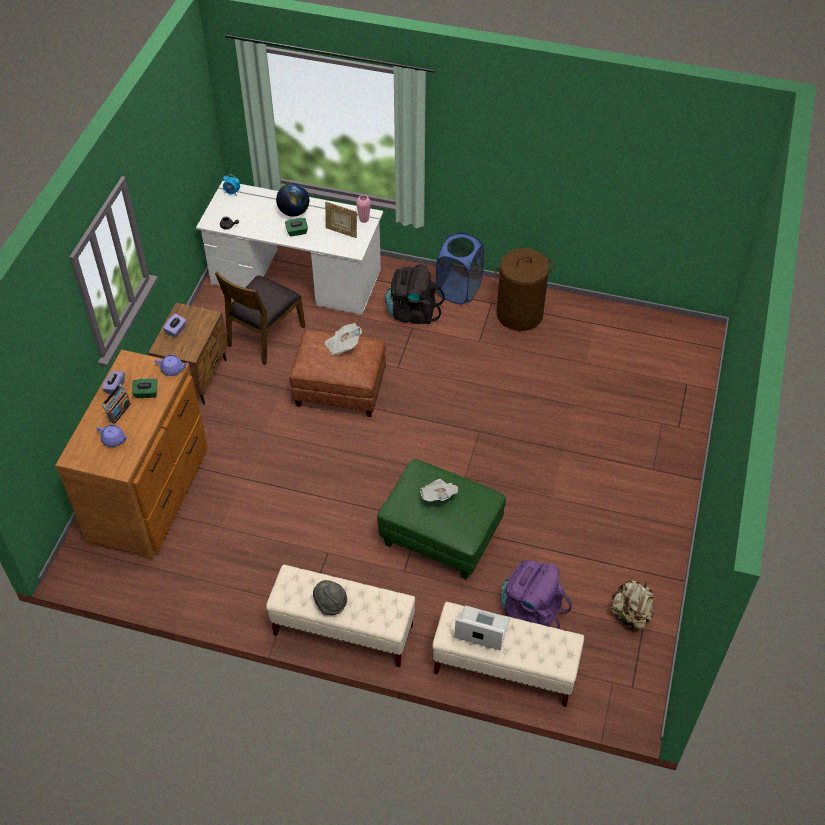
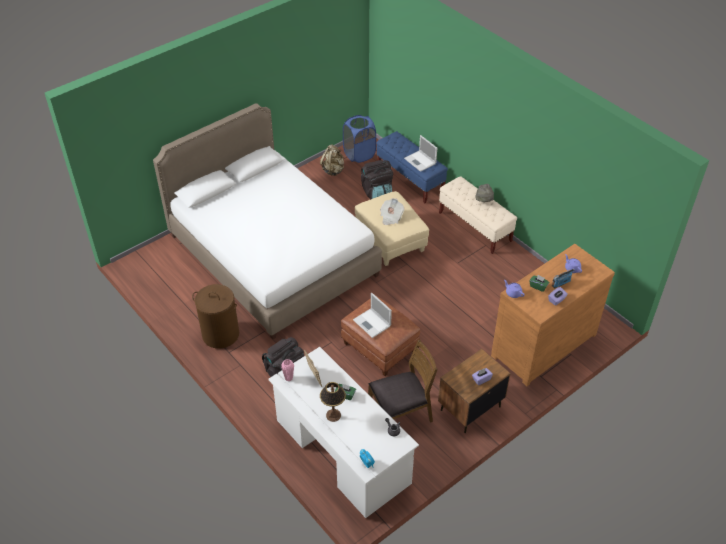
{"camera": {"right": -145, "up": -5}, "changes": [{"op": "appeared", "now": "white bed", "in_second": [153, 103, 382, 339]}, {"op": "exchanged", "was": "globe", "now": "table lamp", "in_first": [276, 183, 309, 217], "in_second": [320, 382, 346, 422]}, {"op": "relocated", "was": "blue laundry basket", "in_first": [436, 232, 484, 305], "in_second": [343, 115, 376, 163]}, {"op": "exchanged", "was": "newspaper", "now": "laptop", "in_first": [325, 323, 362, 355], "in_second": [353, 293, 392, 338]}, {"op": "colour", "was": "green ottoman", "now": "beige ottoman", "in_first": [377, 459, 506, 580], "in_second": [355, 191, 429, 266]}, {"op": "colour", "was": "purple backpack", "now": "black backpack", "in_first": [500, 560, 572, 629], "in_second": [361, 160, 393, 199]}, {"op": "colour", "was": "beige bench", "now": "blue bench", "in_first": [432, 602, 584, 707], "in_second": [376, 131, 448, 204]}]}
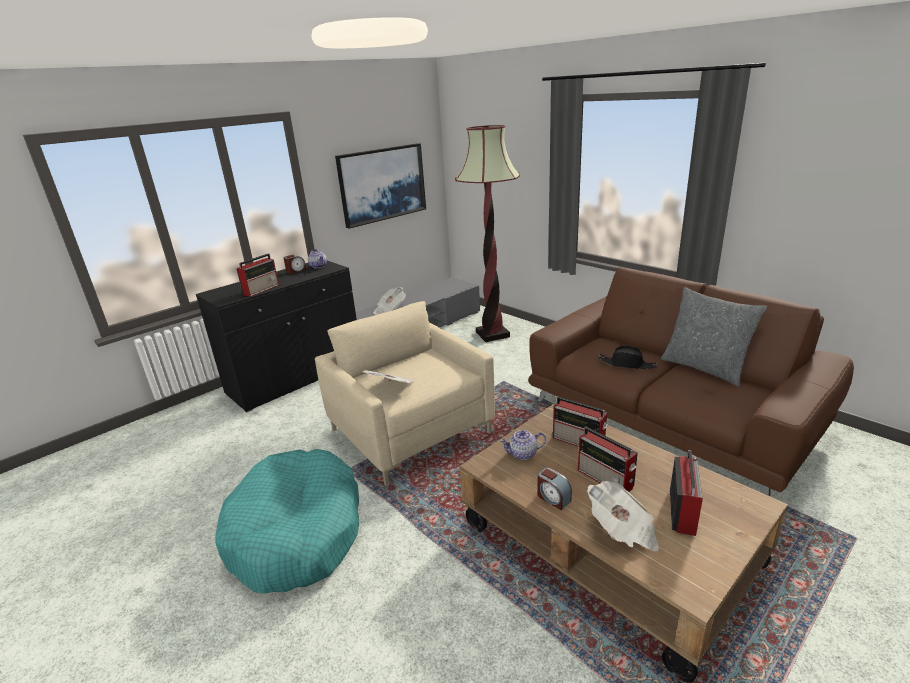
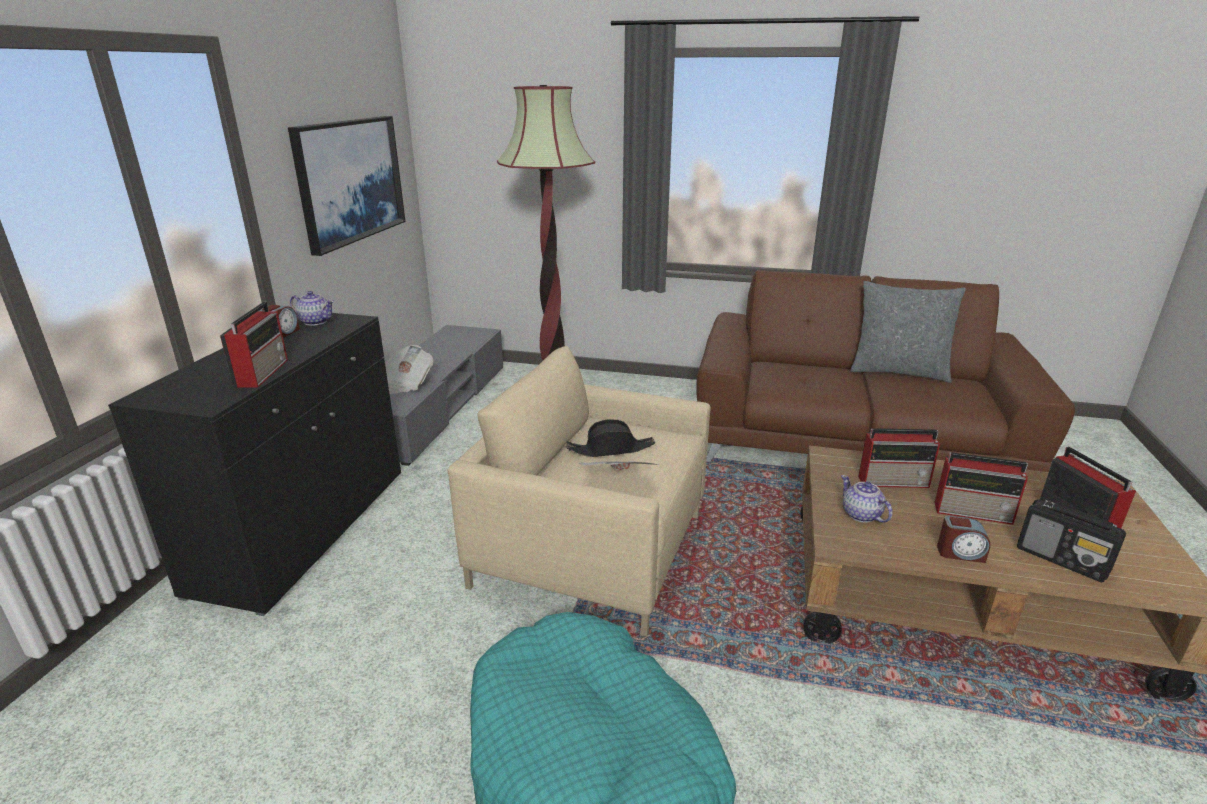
{"camera": {"right": -35, "up": 0}, "changes": [{"op": "relocated", "was": "black hat", "in_first": [598, 346, 658, 369], "in_second": [566, 419, 655, 457]}, {"op": "spun", "was": "teapot", "in_first": [499, 430, 546, 460], "in_second": [841, 475, 893, 523], "clockwise": 105}, {"op": "exchanged", "was": "newspaper", "now": "radio", "in_first": [587, 481, 659, 552], "in_second": [1017, 499, 1126, 582]}]}
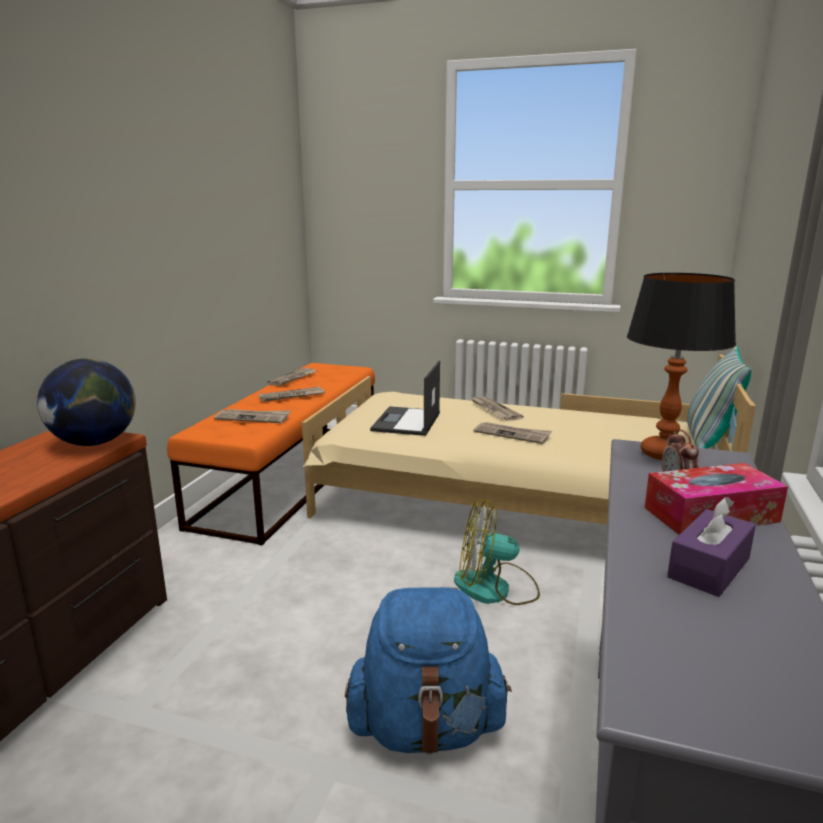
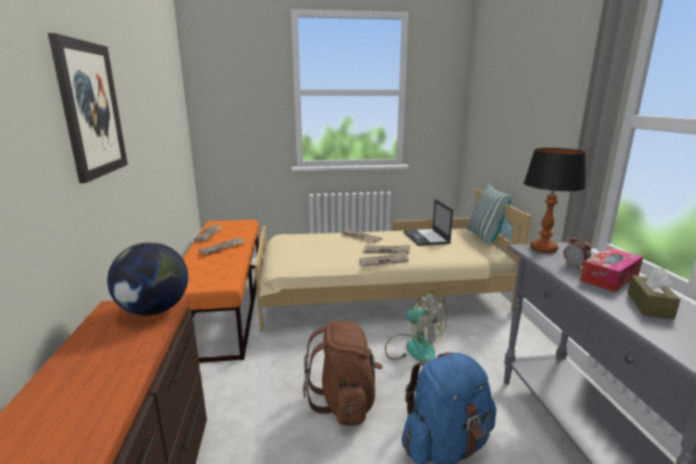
{"camera": {"right": -25, "up": 0}, "changes": [{"op": "appeared", "now": "picture", "in_second": [48, 33, 128, 183]}, {"op": "appeared", "now": "brown backpack", "in_second": [303, 320, 383, 426]}, {"op": "relocated", "was": "newspaper", "in_first": [214, 409, 291, 423], "in_second": [359, 252, 409, 266]}, {"op": "spun", "was": "fan", "in_first": [454, 499, 540, 605], "in_second": [385, 291, 447, 362], "clockwise": -120}, {"op": "relocated", "was": "laptop", "in_first": [370, 361, 440, 436], "in_second": [404, 199, 453, 246]}, {"op": "colour", "was": "purple tissue box", "now": "brown tissue box", "in_first": [667, 497, 756, 597], "in_second": [628, 267, 680, 319]}]}
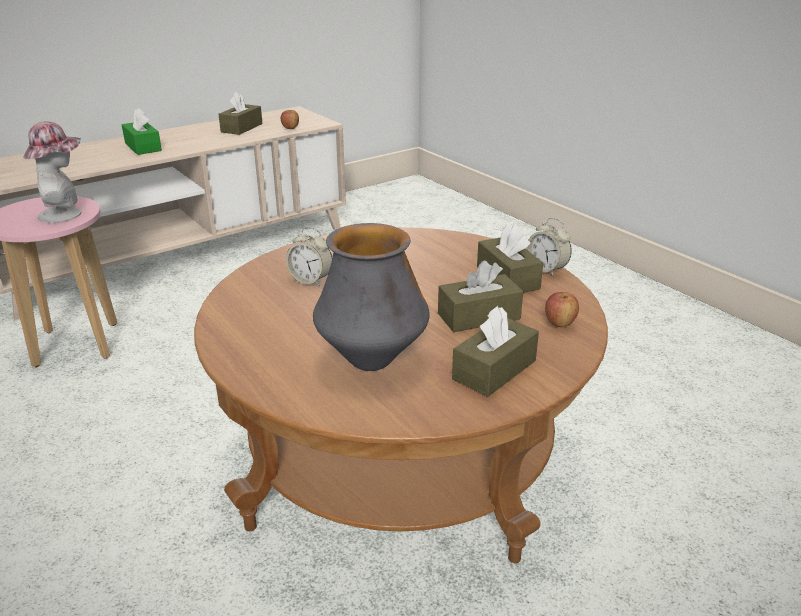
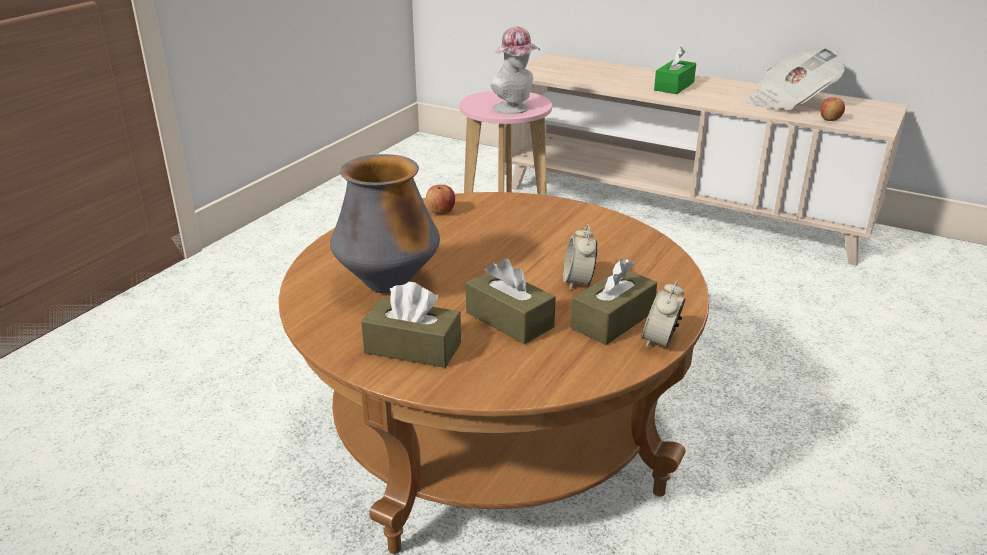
{"camera": {"right": 65, "up": 0}, "changes": [{"op": "relocated", "was": "apple", "in_first": [545, 292, 579, 327], "in_second": [426, 185, 455, 214]}, {"op": "relocated", "was": "alarm clock", "in_first": [286, 227, 332, 286], "in_second": [563, 224, 597, 290]}, {"op": "exchanged", "was": "brown tissue box", "now": "newspaper", "in_first": [218, 91, 263, 135], "in_second": [746, 48, 845, 110]}]}
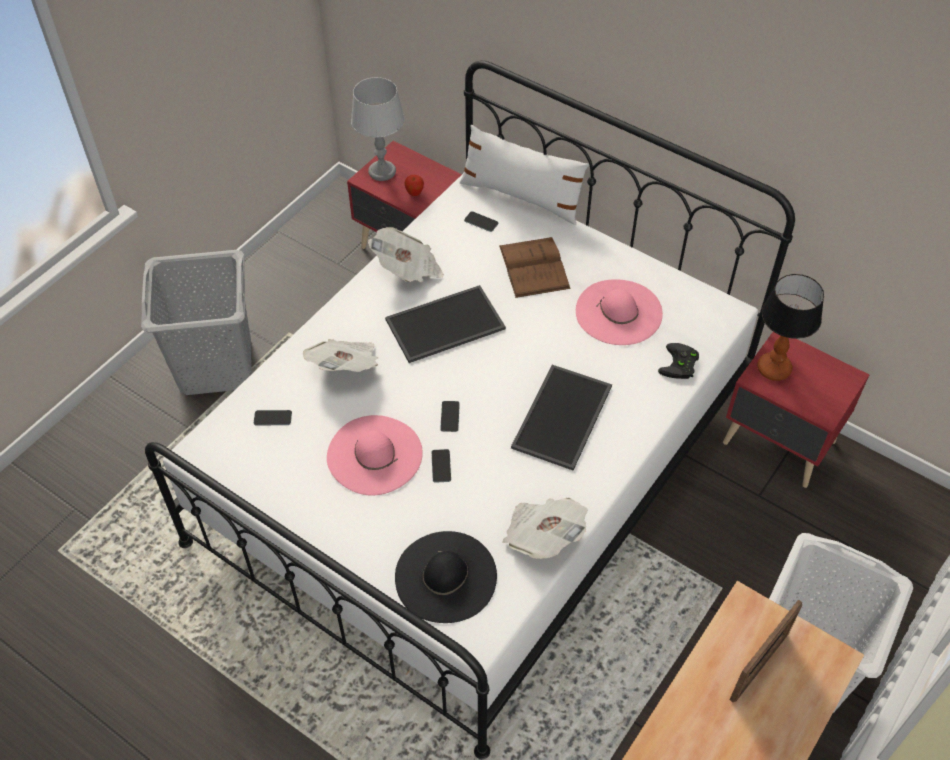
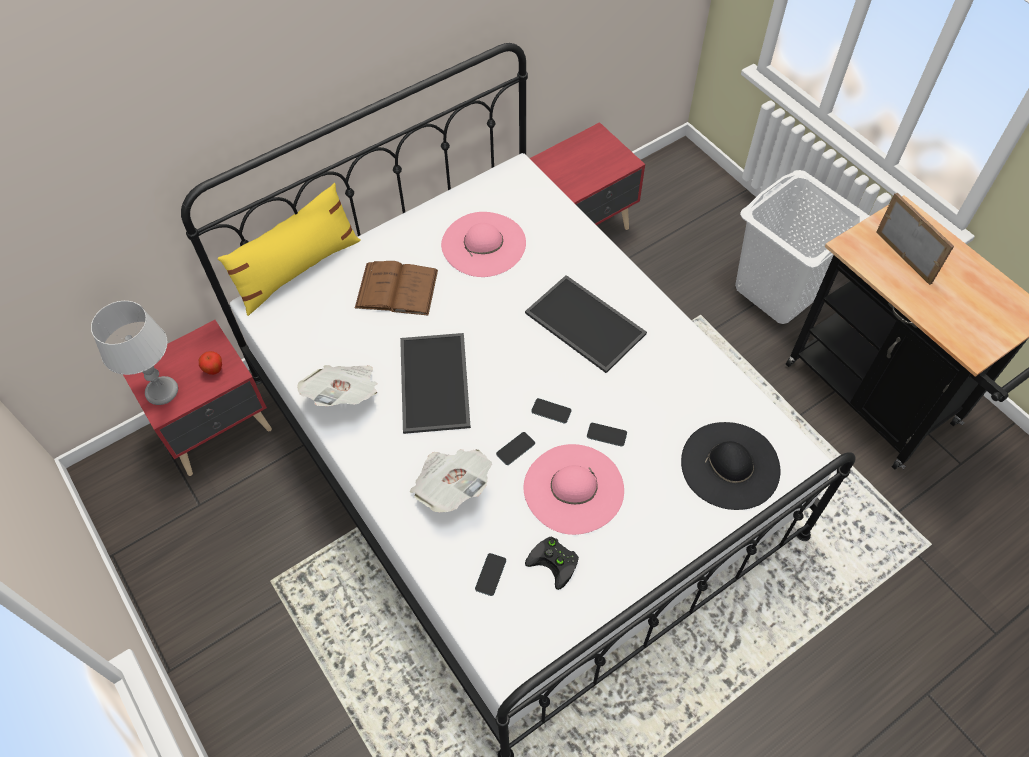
{"camera": {"right": -70, "up": 5}, "changes": [{"op": "colour", "was": "white pillow", "now": "yellow pillow", "in_first": [459, 125, 589, 225], "in_second": [218, 183, 361, 316]}, {"op": "relocated", "was": "phone", "in_first": [464, 211, 498, 232], "in_second": [496, 432, 535, 465]}, {"op": "relocated", "was": "black game controller", "in_first": [658, 343, 699, 379], "in_second": [525, 537, 579, 590]}, {"op": "missing", "was": "grey laundry basket", "in_first": [141, 250, 252, 395]}, {"op": "missing", "was": "newspaper", "in_first": [503, 498, 588, 559]}, {"op": "missing", "was": "table lamp", "in_first": [757, 274, 824, 381]}]}
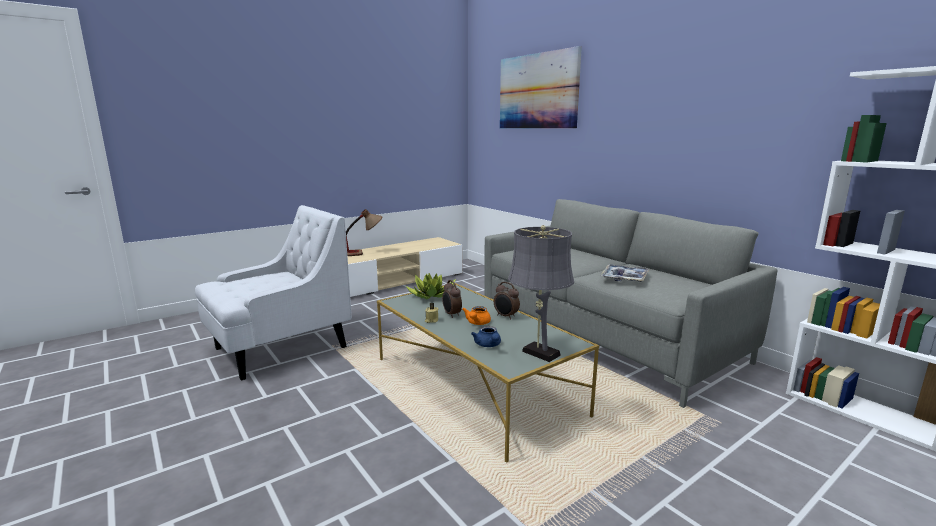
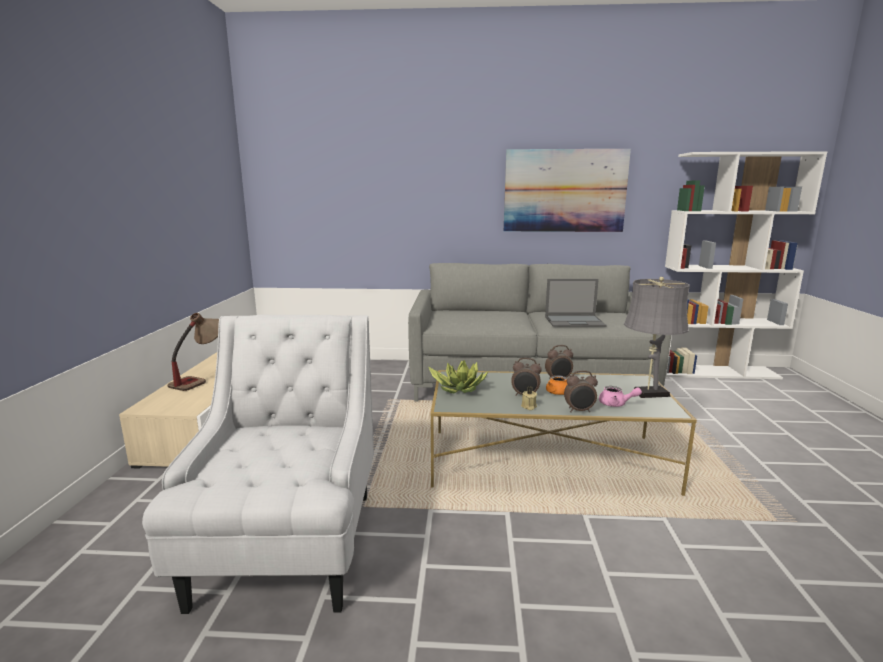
{"camera": {"right": -50, "up": 0}, "changes": [{"op": "relocated", "was": "picture", "in_first": [500, 46, 582, 129], "in_second": [504, 149, 631, 232]}, {"op": "exchanged", "was": "tray", "now": "laptop", "in_first": [601, 264, 650, 282], "in_second": [545, 279, 607, 327]}, {"op": "appeared", "now": "alarm clock", "in_second": [564, 370, 598, 412]}, {"op": "colour", "was": "blue teapot", "now": "pink teapot", "in_first": [471, 326, 501, 347], "in_second": [599, 386, 642, 407]}]}
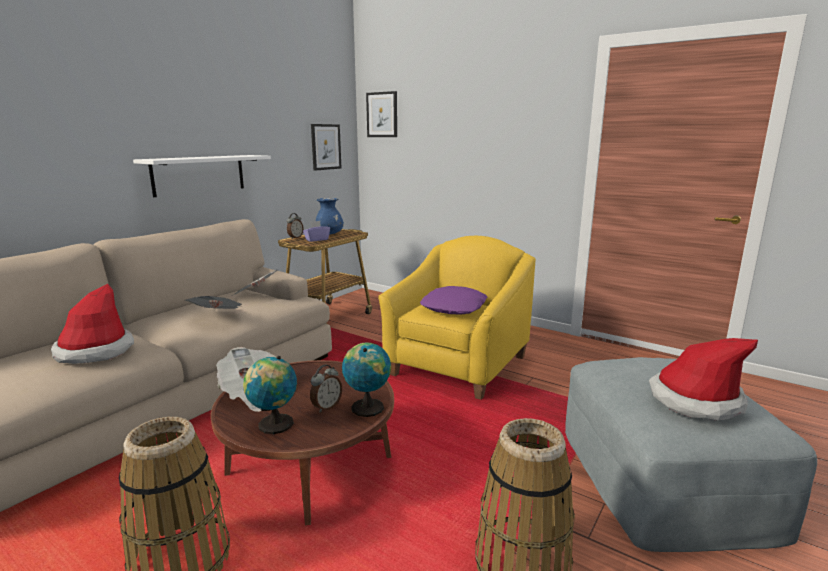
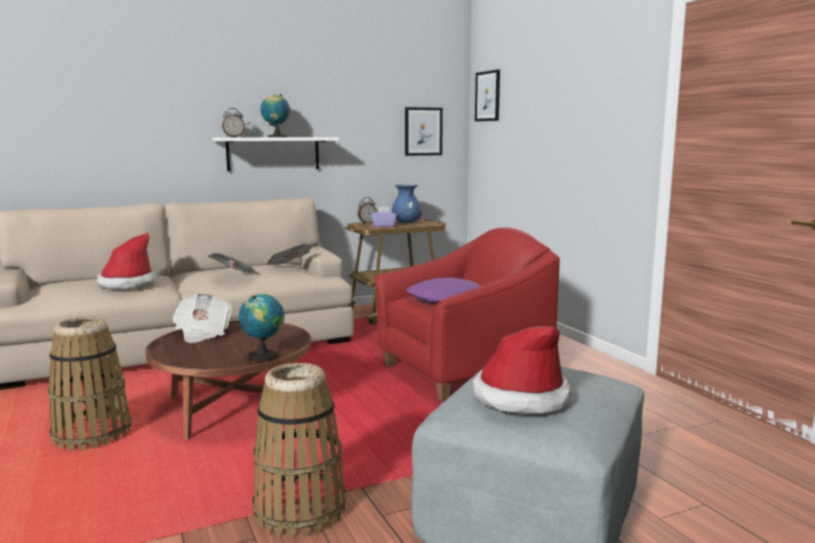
{"camera": {"right": 30, "up": -5}, "changes": [{"op": "relocated", "was": "alarm clock", "in_first": [310, 365, 342, 413], "in_second": [222, 108, 245, 137]}, {"op": "relocated", "was": "globe", "in_first": [243, 356, 297, 434], "in_second": [260, 94, 290, 137]}, {"op": "colour", "was": "yellow armchair", "now": "red armchair", "in_first": [378, 236, 536, 400], "in_second": [375, 227, 560, 401]}]}
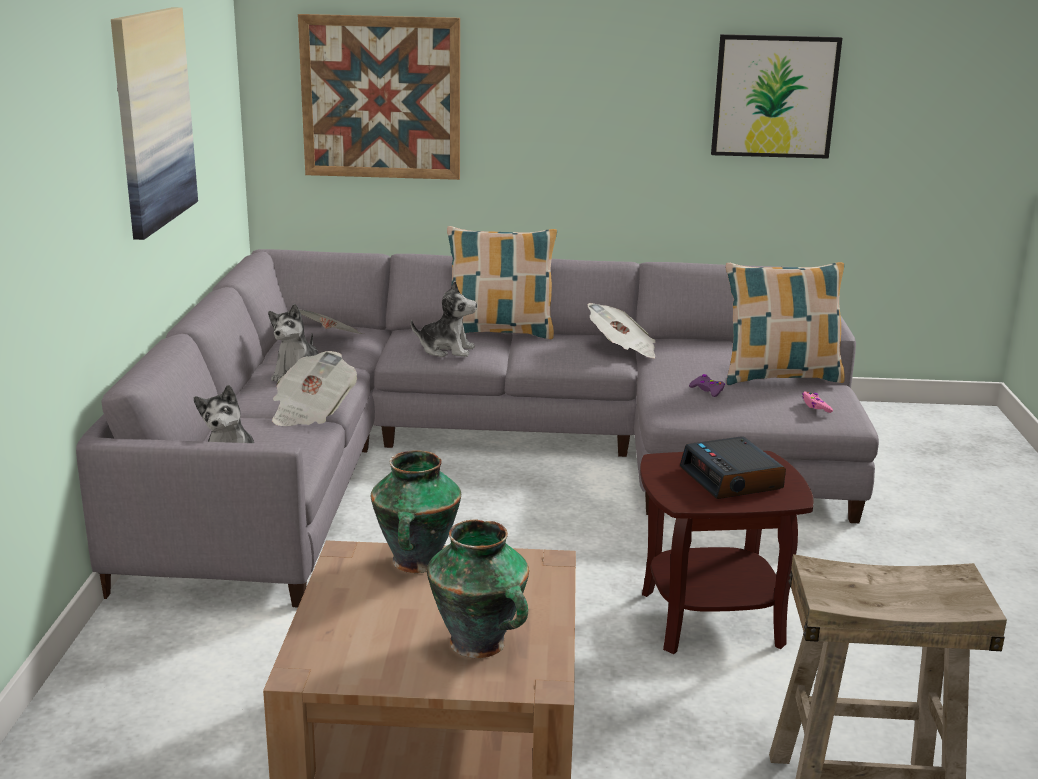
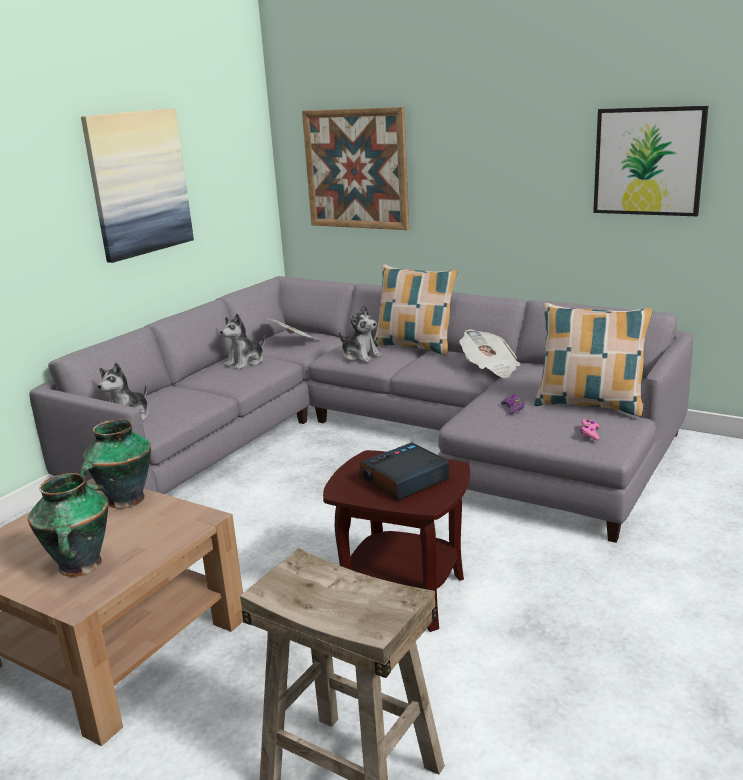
{"camera": {"right": 30, "up": 0}, "changes": [{"op": "spun", "was": "alarm clock", "in_first": [680, 436, 786, 499], "in_second": [359, 442, 449, 500], "clockwise": 45}, {"op": "missing", "was": "newspaper", "in_first": [272, 351, 357, 426]}]}
